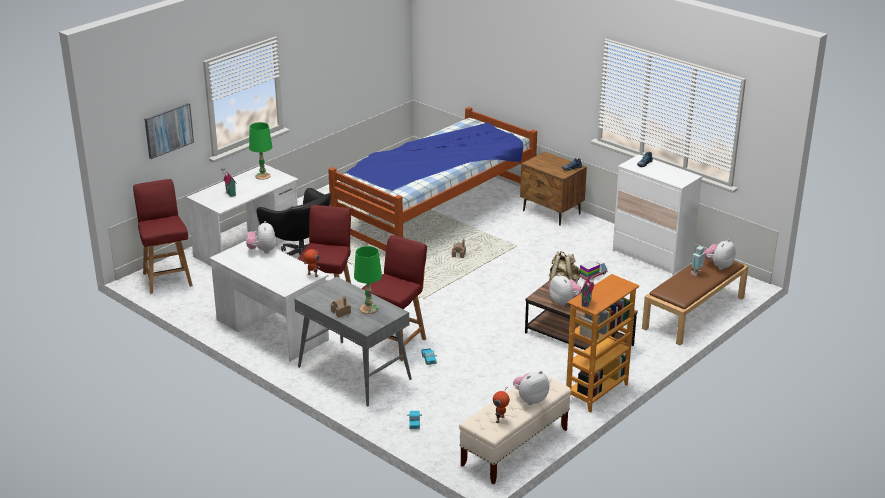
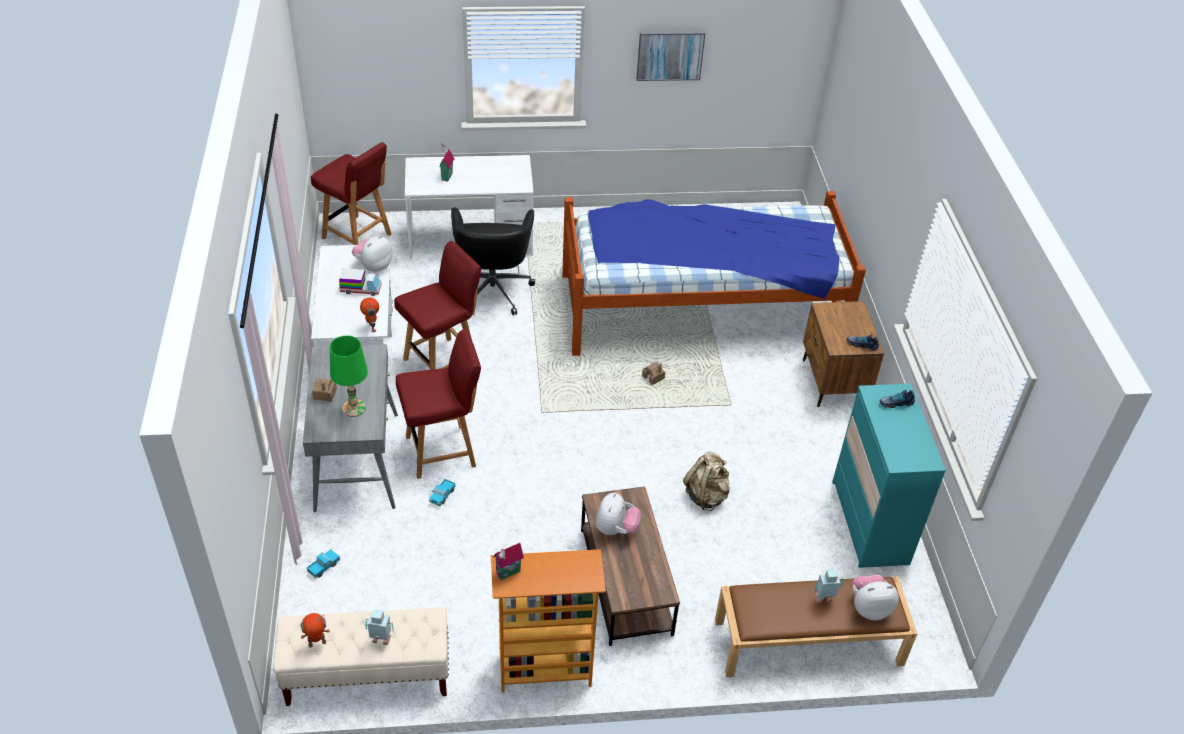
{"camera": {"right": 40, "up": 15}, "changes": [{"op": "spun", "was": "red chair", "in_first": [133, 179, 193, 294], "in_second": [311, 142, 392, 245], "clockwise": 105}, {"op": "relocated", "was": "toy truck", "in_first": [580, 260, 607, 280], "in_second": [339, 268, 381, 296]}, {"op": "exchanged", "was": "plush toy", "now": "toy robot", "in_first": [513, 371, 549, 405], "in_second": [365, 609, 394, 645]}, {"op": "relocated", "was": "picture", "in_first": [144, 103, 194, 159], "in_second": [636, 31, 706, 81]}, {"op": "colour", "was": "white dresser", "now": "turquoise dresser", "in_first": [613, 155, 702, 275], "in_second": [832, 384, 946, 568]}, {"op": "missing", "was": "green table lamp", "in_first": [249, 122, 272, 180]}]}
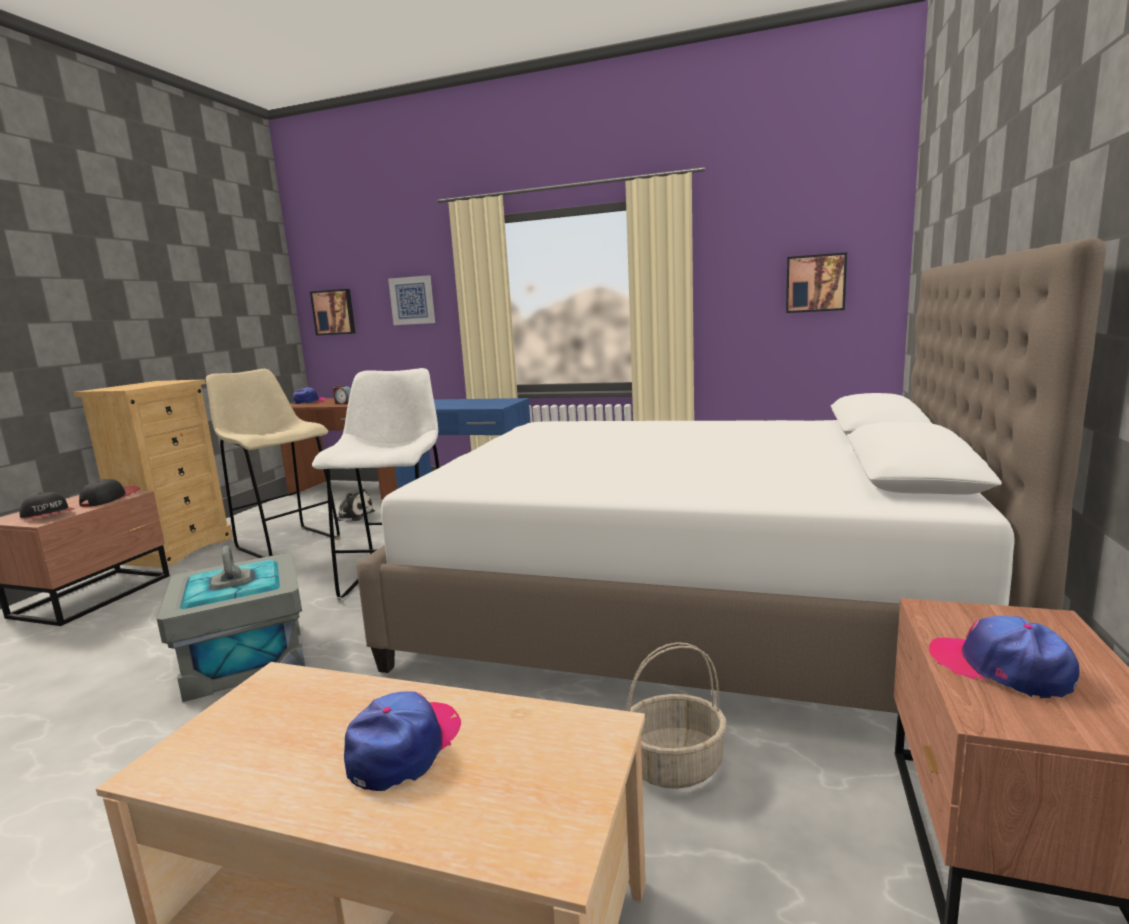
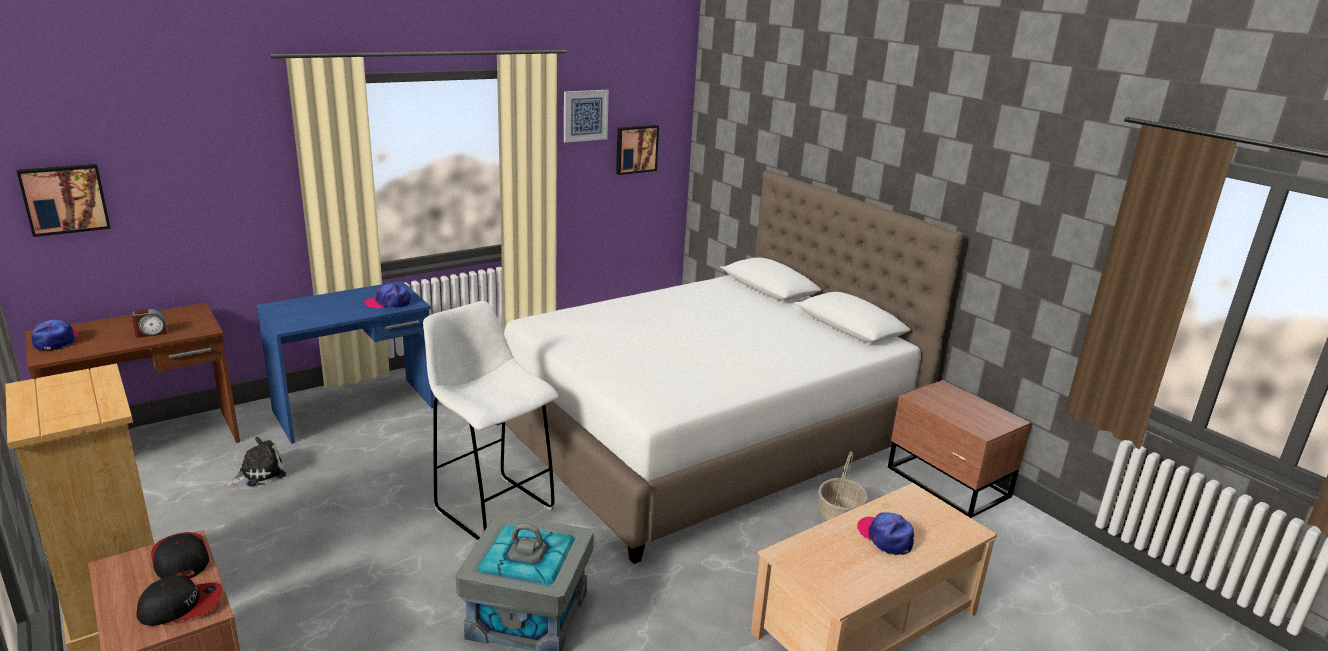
{"camera": {"right": -55, "up": 10}, "changes": [{"op": "relocated", "was": "cap", "in_first": [929, 615, 1080, 698], "in_second": [364, 284, 411, 308]}, {"op": "relocated", "was": "picture", "in_first": [388, 275, 435, 325], "in_second": [564, 90, 609, 143]}, {"op": "missing", "was": "beige stool", "in_first": [206, 369, 340, 558]}]}
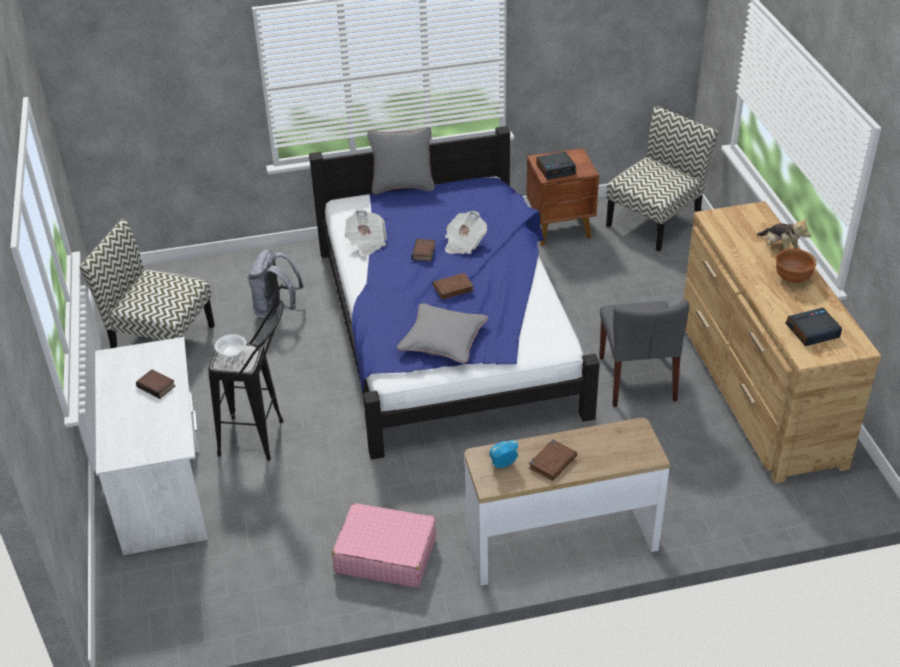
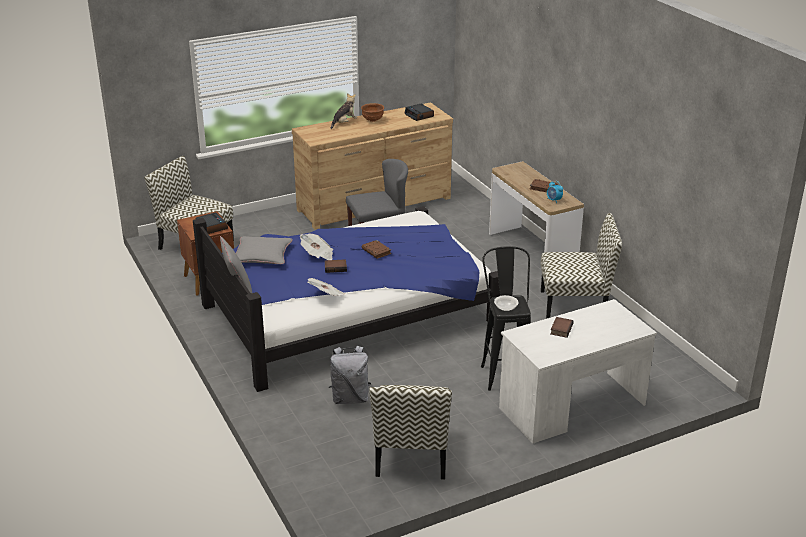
{"camera": {"right": -105, "up": -10}, "changes": [{"op": "relocated", "was": "grey pillow", "in_first": [397, 303, 488, 363], "in_second": [236, 236, 293, 264]}, {"op": "exchanged", "was": "pink suitcase", "now": "chair", "in_first": [332, 503, 436, 588], "in_second": [541, 213, 622, 319]}]}
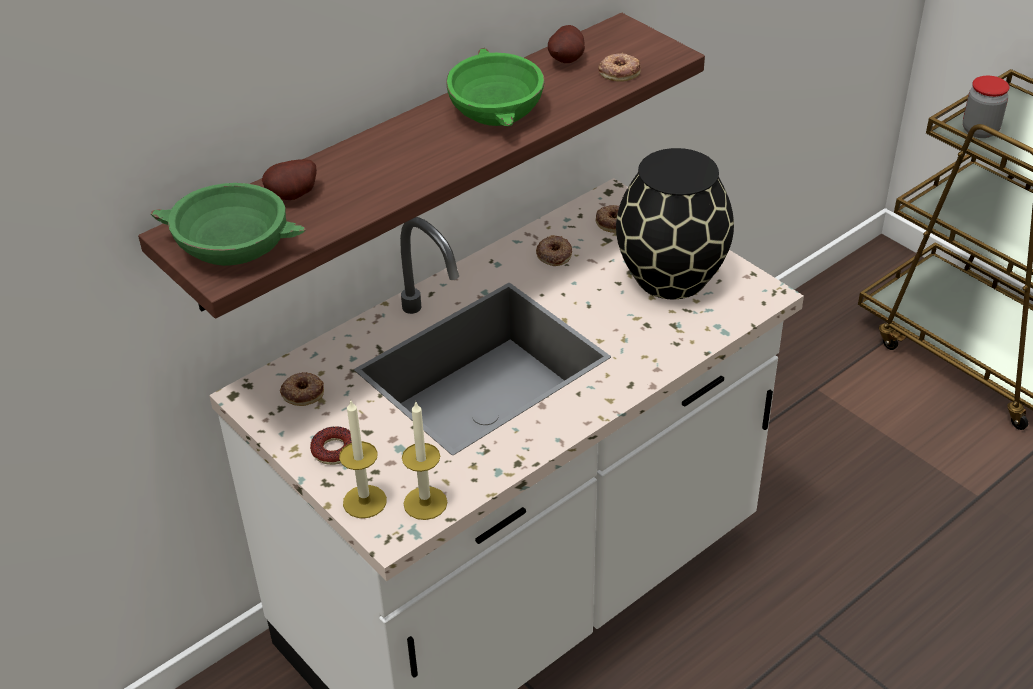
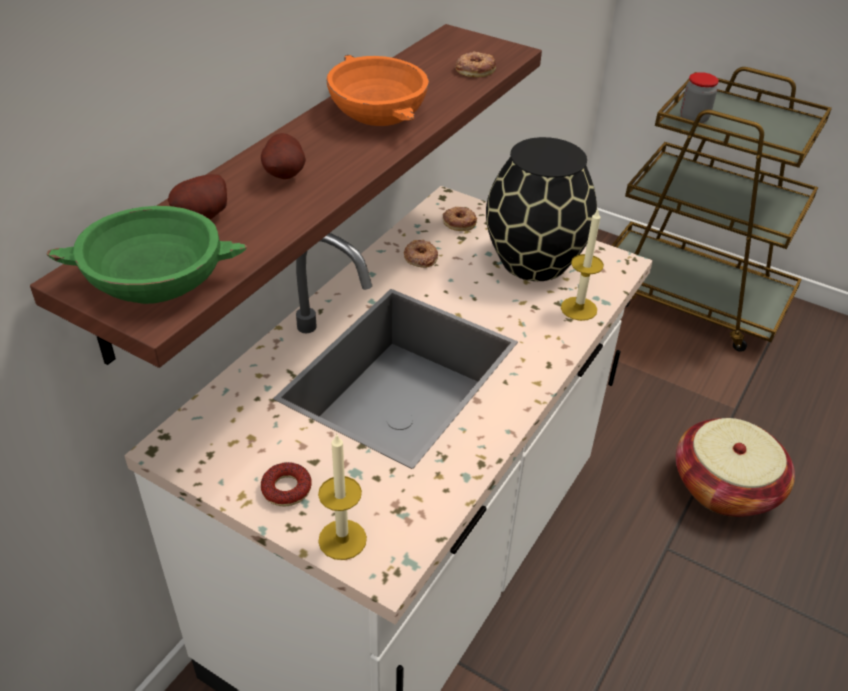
{"camera": {"right": -20, "up": 0}, "changes": [{"op": "relocated", "was": "potato", "in_first": [548, 25, 585, 63], "in_second": [261, 133, 306, 179]}, {"op": "colour", "was": "green bowl", "now": "orange bowl", "in_first": [446, 48, 545, 126], "in_second": [327, 55, 429, 126]}, {"op": "relocated", "was": "candle", "in_first": [402, 401, 448, 520], "in_second": [561, 210, 604, 321]}, {"op": "appeared", "now": "basket", "in_second": [676, 418, 795, 517]}, {"op": "missing", "was": "donut", "in_first": [280, 372, 324, 406]}]}
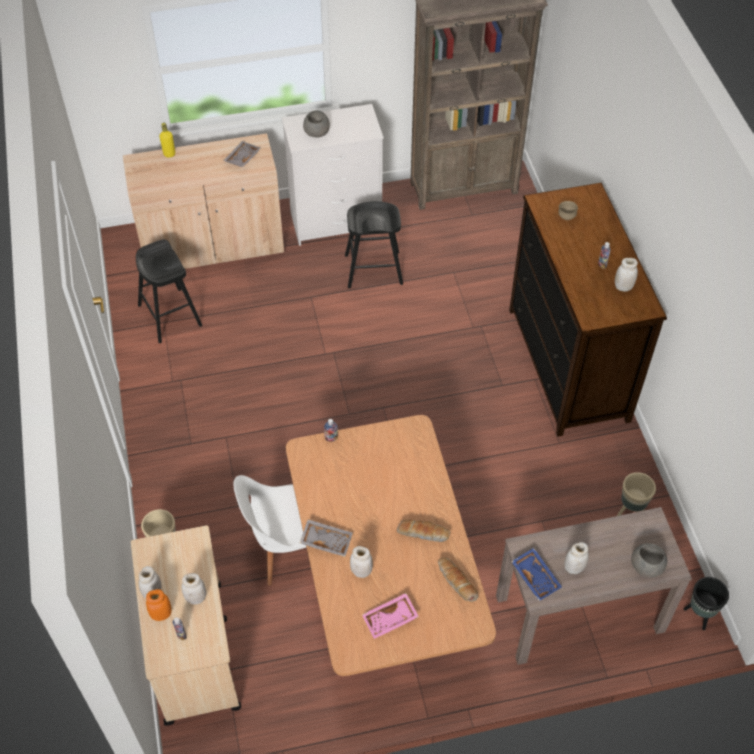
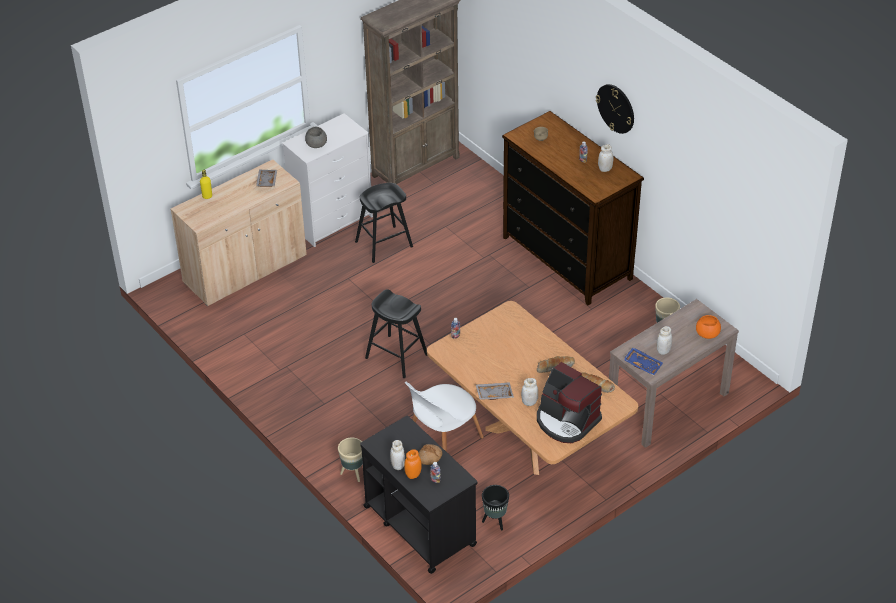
{"camera": {"right": -25, "up": -10}, "changes": [{"op": "colour", "was": "beige cart", "now": "black cart", "in_first": [131, 525, 241, 726], "in_second": [360, 416, 477, 574]}, {"op": "relocated", "was": "black stool", "in_first": [136, 239, 202, 343], "in_second": [365, 289, 427, 378]}, {"op": "exchanged", "was": "white jar", "now": "bread", "in_first": [181, 573, 206, 605], "in_second": [419, 444, 442, 465]}, {"op": "relocated", "was": "black planter", "in_first": [684, 577, 729, 630], "in_second": [482, 485, 509, 530]}, {"op": "exchanged", "was": "pink tray", "now": "coffee machine", "in_first": [362, 593, 419, 639], "in_second": [537, 362, 602, 443]}, {"op": "appeared", "now": "wall clock", "in_second": [596, 84, 634, 134]}, {"op": "colour", "was": "grey bowl", "now": "orange bowl", "in_first": [631, 543, 667, 578], "in_second": [696, 315, 721, 339]}]}
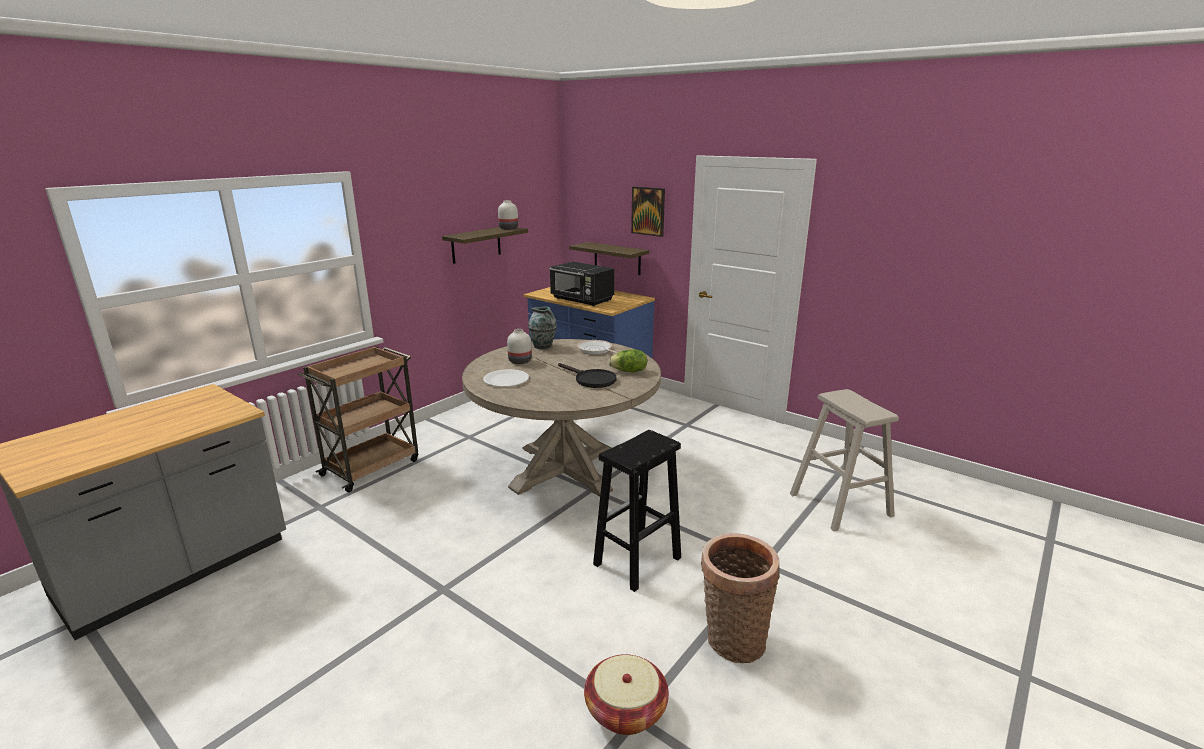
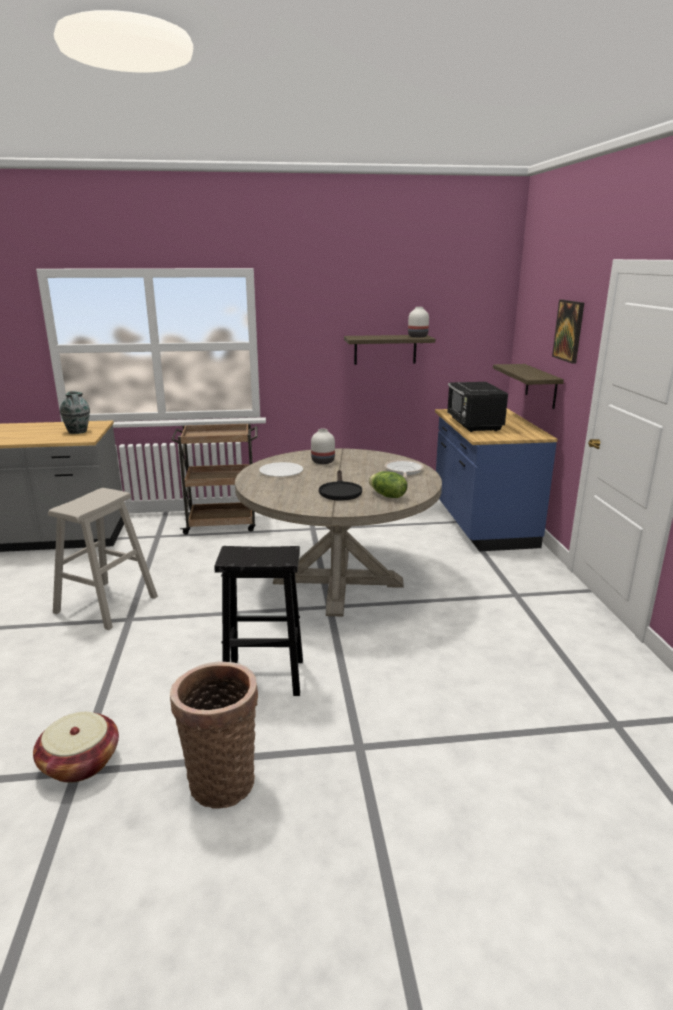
{"camera": {"right": 45, "up": 0}, "changes": [{"op": "relocated", "was": "beige stool", "in_first": [790, 389, 899, 532], "in_second": [48, 488, 158, 630]}, {"op": "relocated", "was": "vase", "in_first": [528, 307, 557, 349], "in_second": [60, 391, 90, 434]}]}
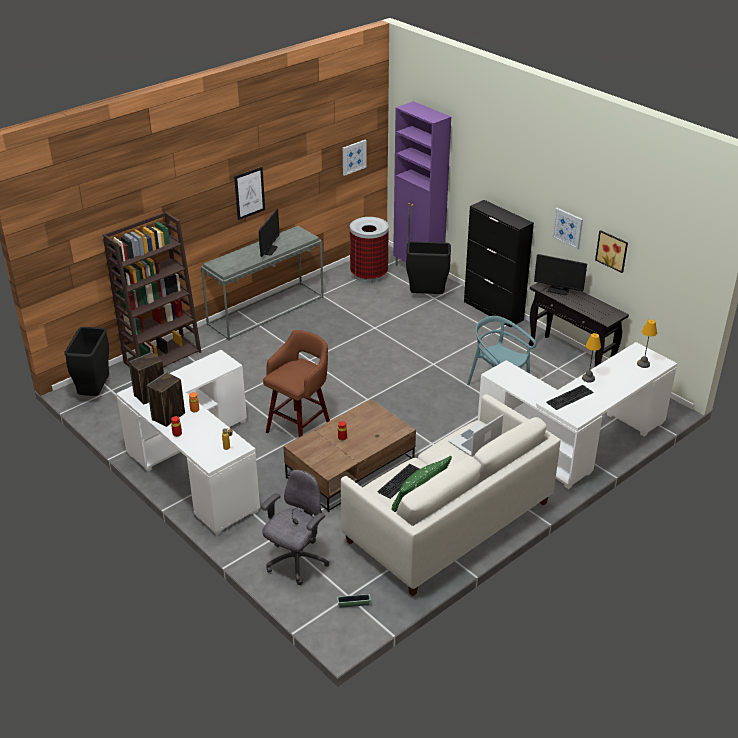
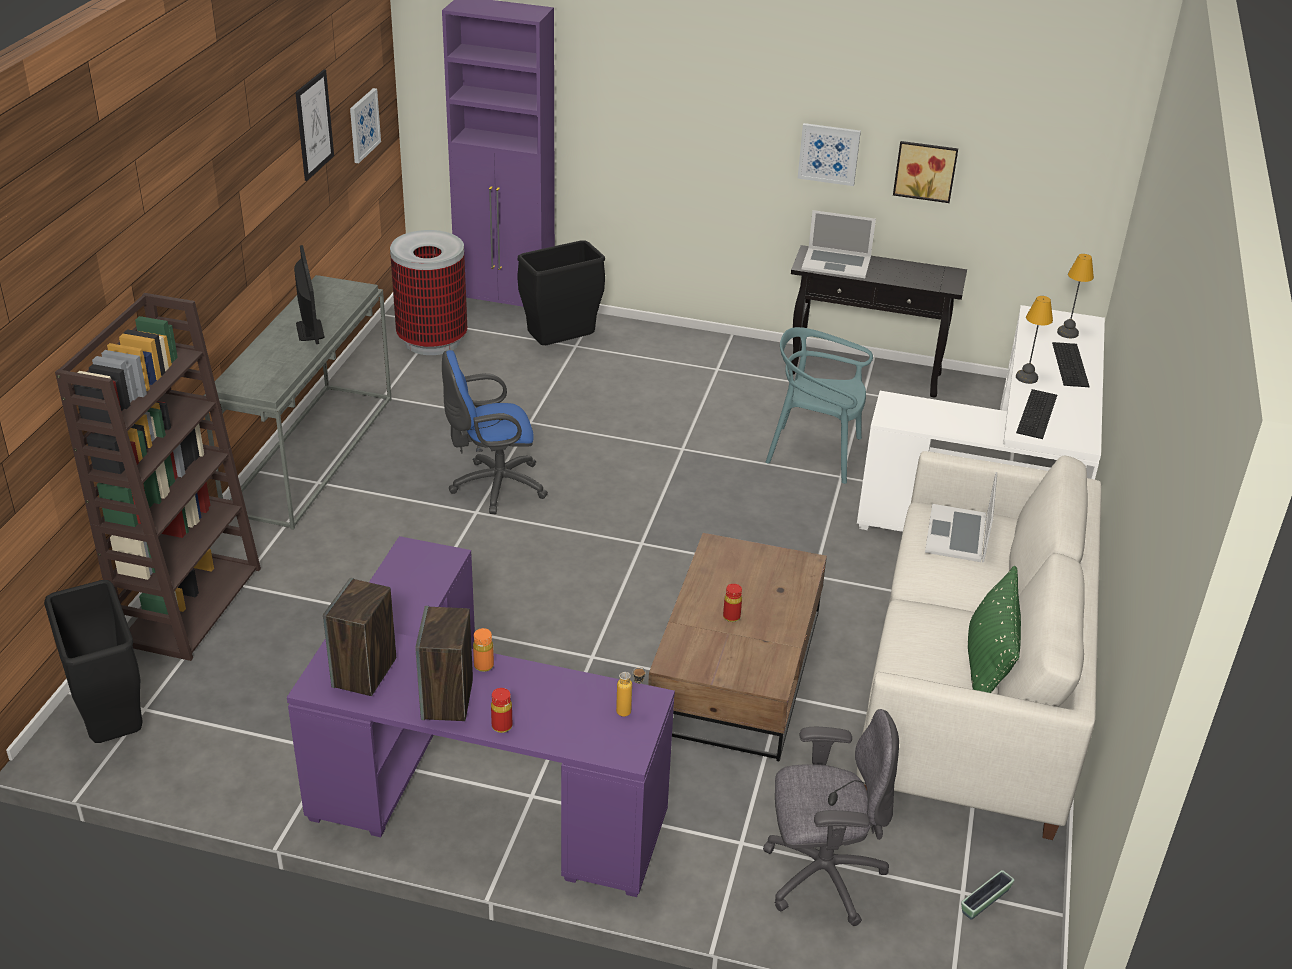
{"camera": {"right": -35, "up": 0}, "changes": [{"op": "colour", "was": "white desk", "now": "purple desk", "in_first": [116, 350, 260, 535], "in_second": [287, 536, 675, 897]}, {"op": "relocated", "was": "picture", "in_first": [234, 167, 265, 220], "in_second": [295, 69, 334, 181]}, {"op": "appeared", "now": "blue office chair", "in_second": [442, 350, 548, 514]}, {"op": "spun", "was": "grey office chair", "in_first": [261, 470, 330, 585], "in_second": [763, 709, 899, 926], "clockwise": 90}, {"op": "exchanged", "was": "monitor", "now": "laptop", "in_first": [534, 254, 587, 295], "in_second": [802, 210, 876, 278]}, {"op": "relocated", "was": "keyboard", "in_first": [377, 464, 420, 499], "in_second": [1052, 342, 1090, 387]}, {"op": "missing", "was": "brown stool", "in_first": [263, 330, 330, 437]}, {"op": "missing", "was": "black cabinet", "in_first": [464, 200, 534, 328]}]}
